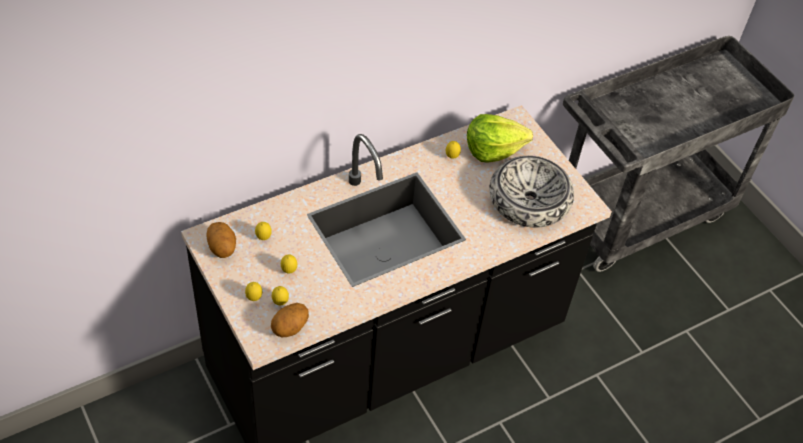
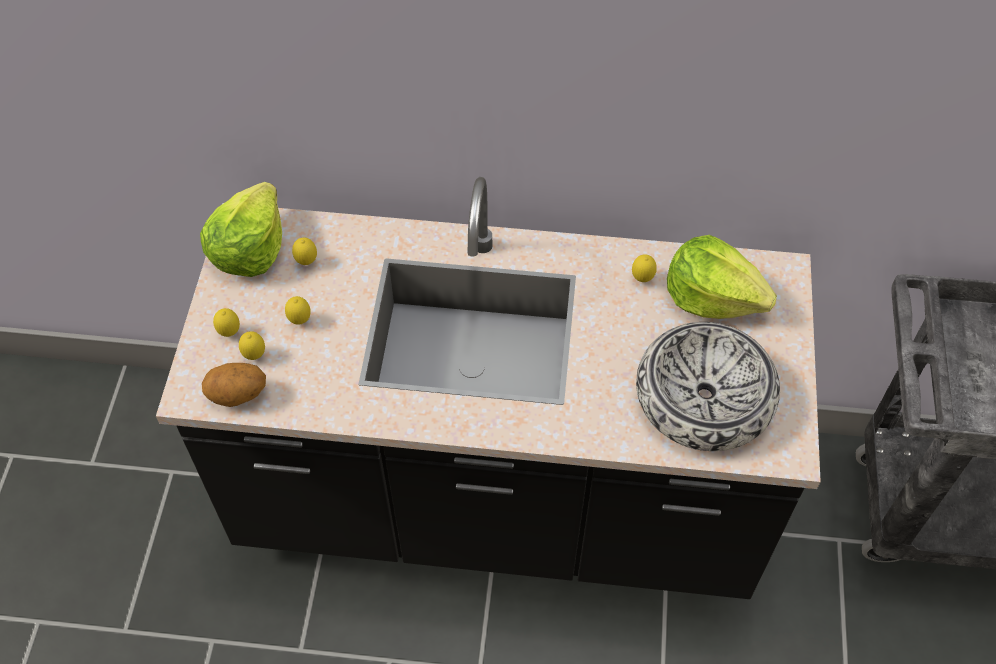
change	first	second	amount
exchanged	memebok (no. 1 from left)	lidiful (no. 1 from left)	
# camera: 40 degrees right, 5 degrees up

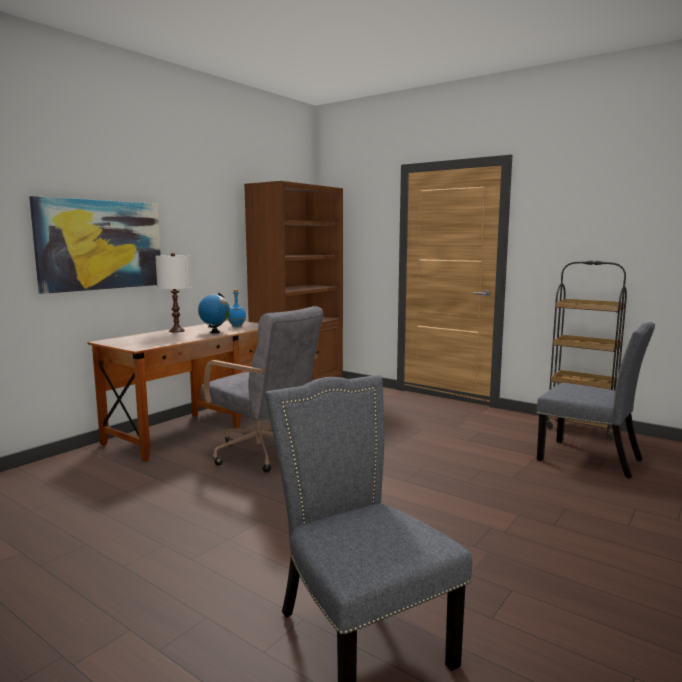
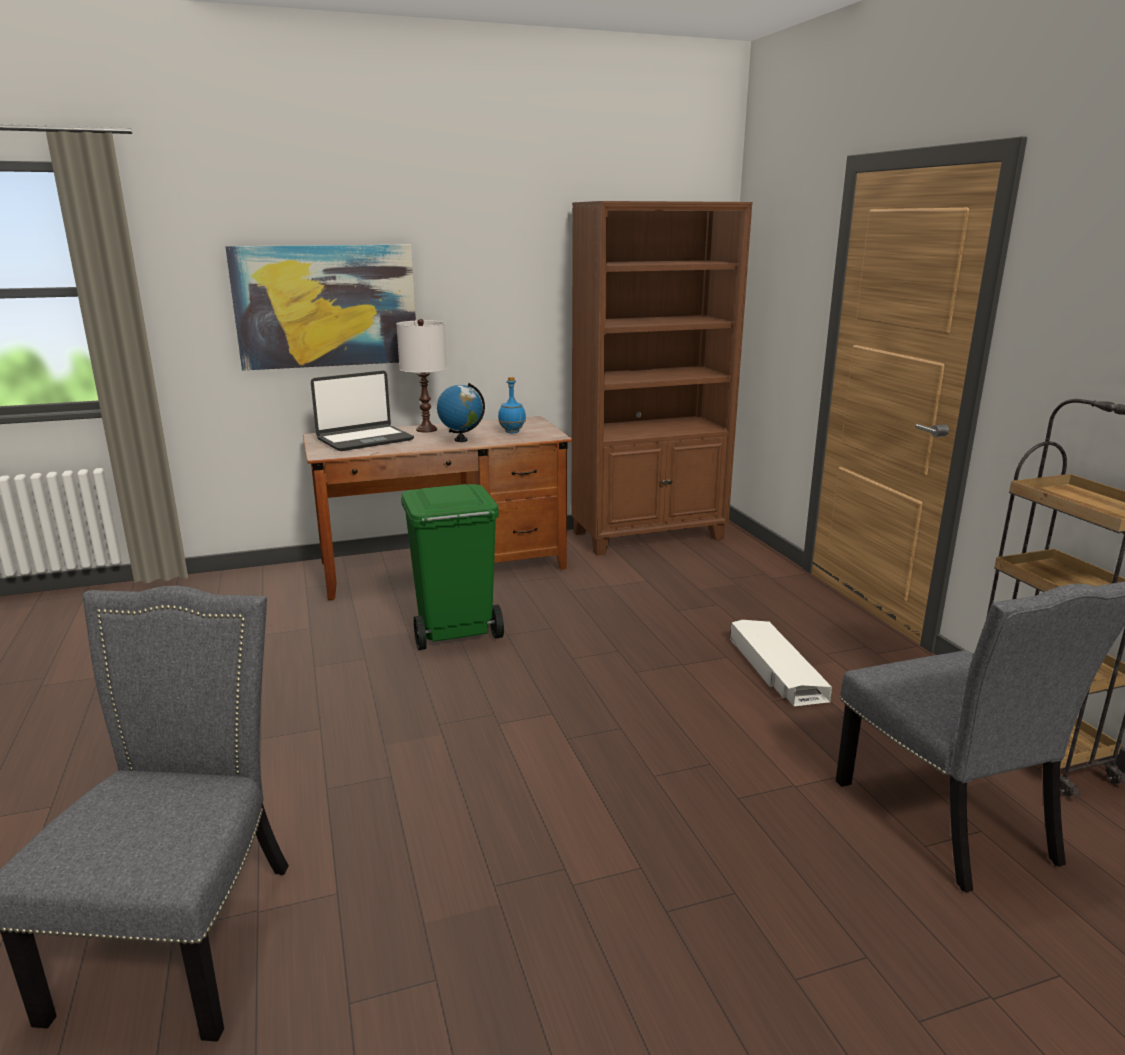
change	first	second	amount
exchanged	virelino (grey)	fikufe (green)	
appeared		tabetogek	
appeared		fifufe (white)	
# camera: 35 degrees right, 10 degrees up

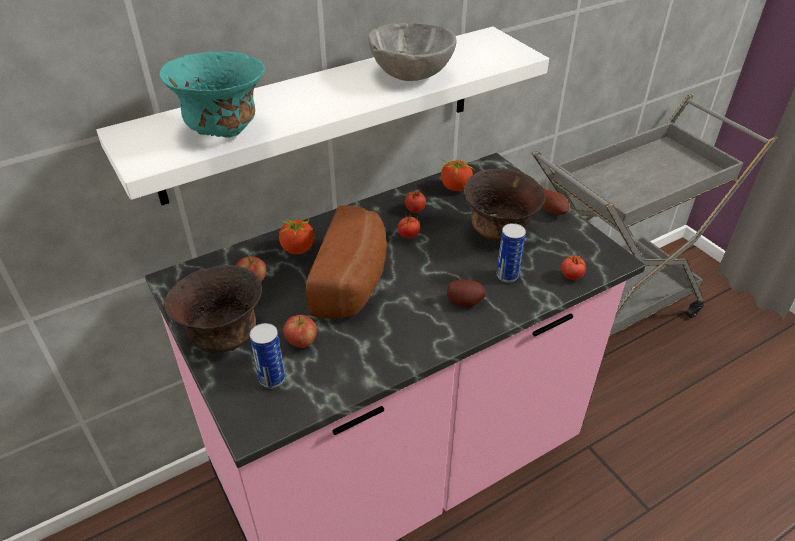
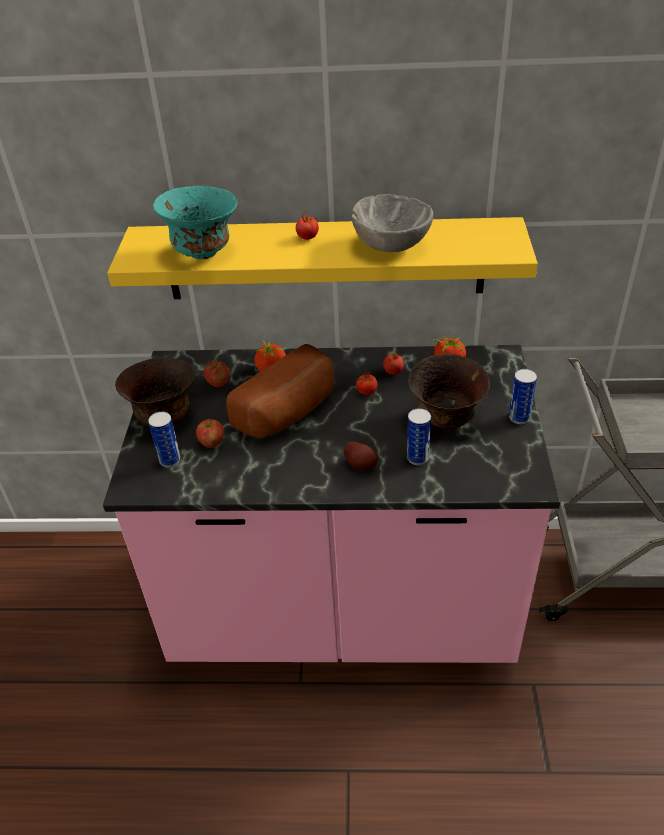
change	first	second	amount
colour	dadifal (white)	dadifal (yellow)	
exchanged	memebok (no. 2 from left)	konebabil (no. 3 from left)	
relocated	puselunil (no. 5 from left in the first image)	puselunil (no. 2 from left)	
# camera: 35 degrees right, 0 degrees up

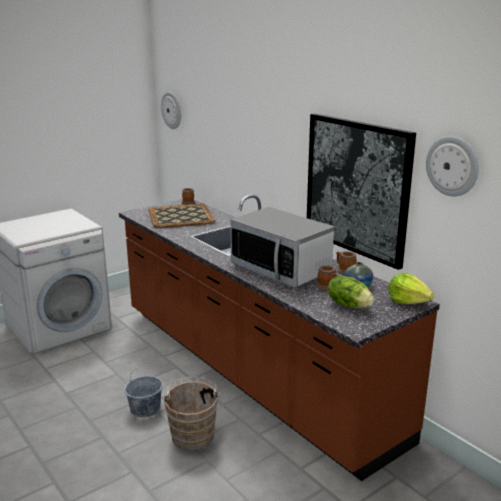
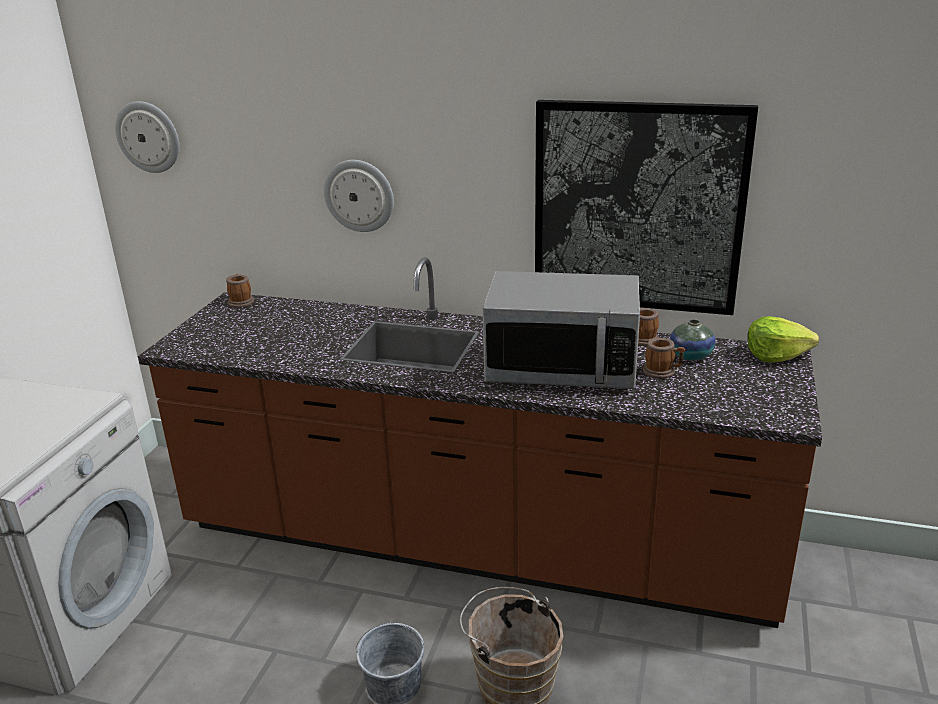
change	first	second	amount
relocated	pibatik (no. 2 from left)		
missing	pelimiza		
missing	lidiful (no. 1 from left)		
# camera: 35 degrees left, 5 degrees up

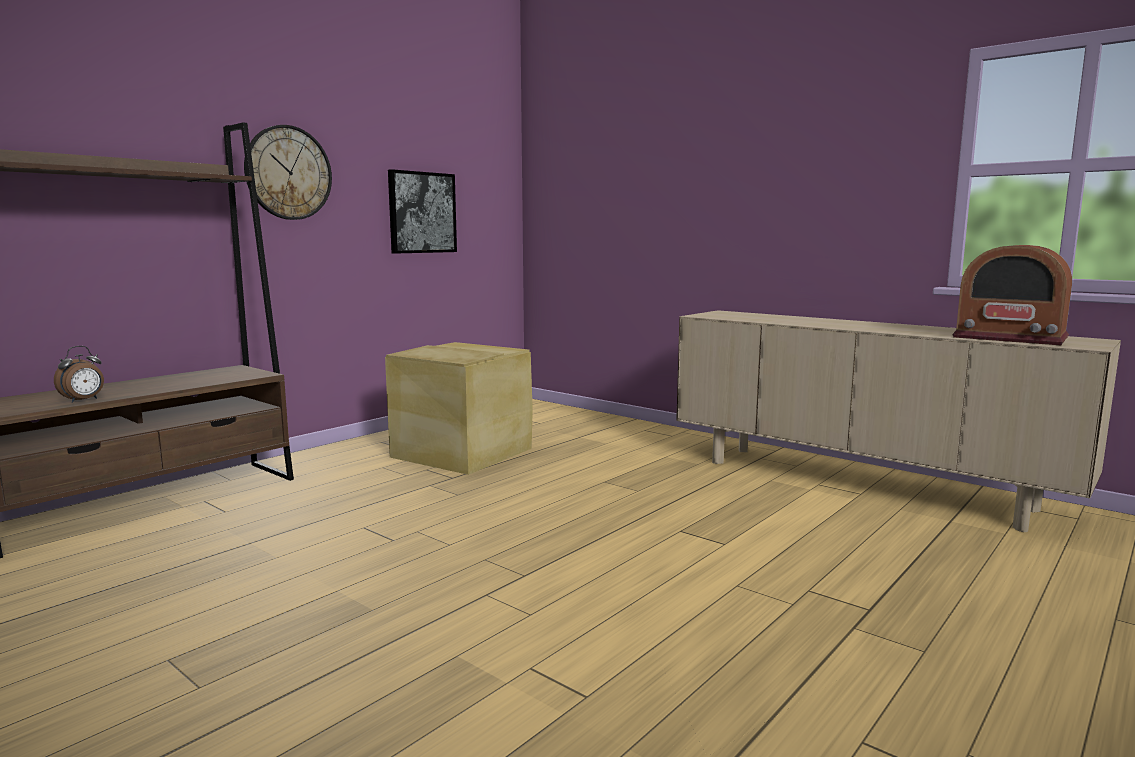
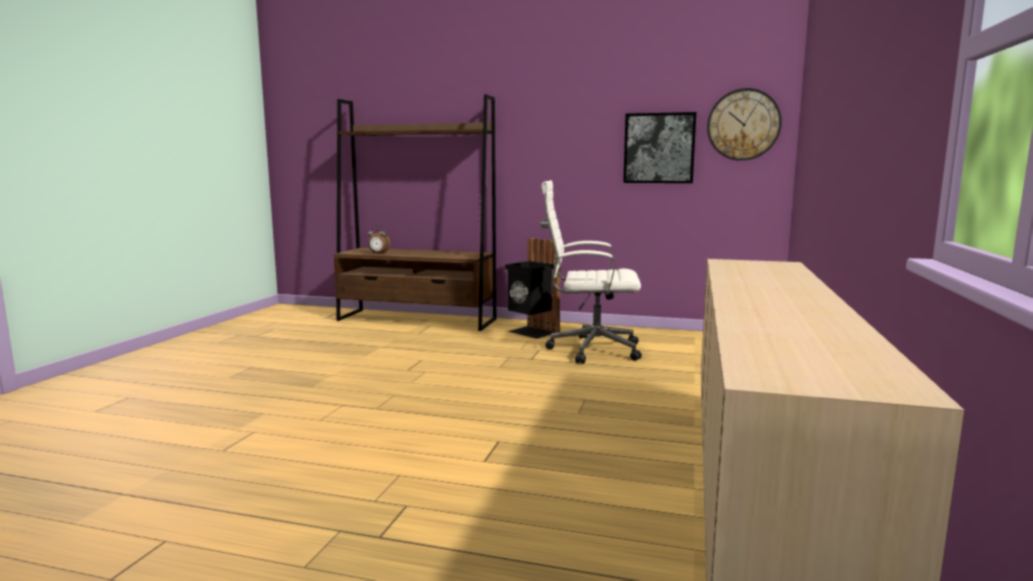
change	first	second	amount
relocated	pibatik		
missing	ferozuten		
exchanged	fifufe (beige)	virelino (white)	
appeared		fikufe (black)	
# camera: 65 degrees right, 0 degrees up

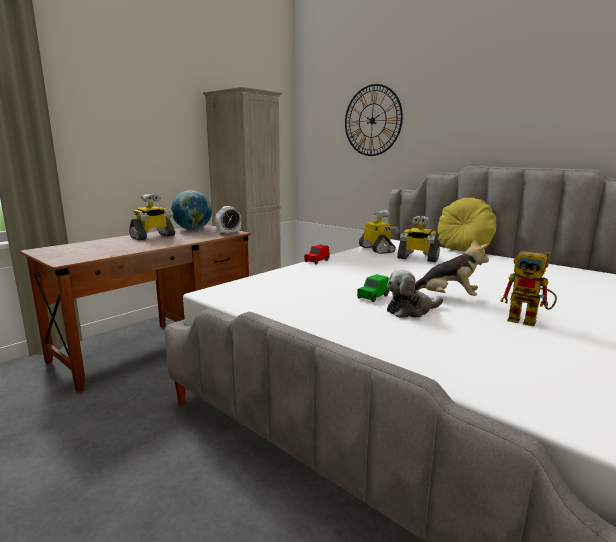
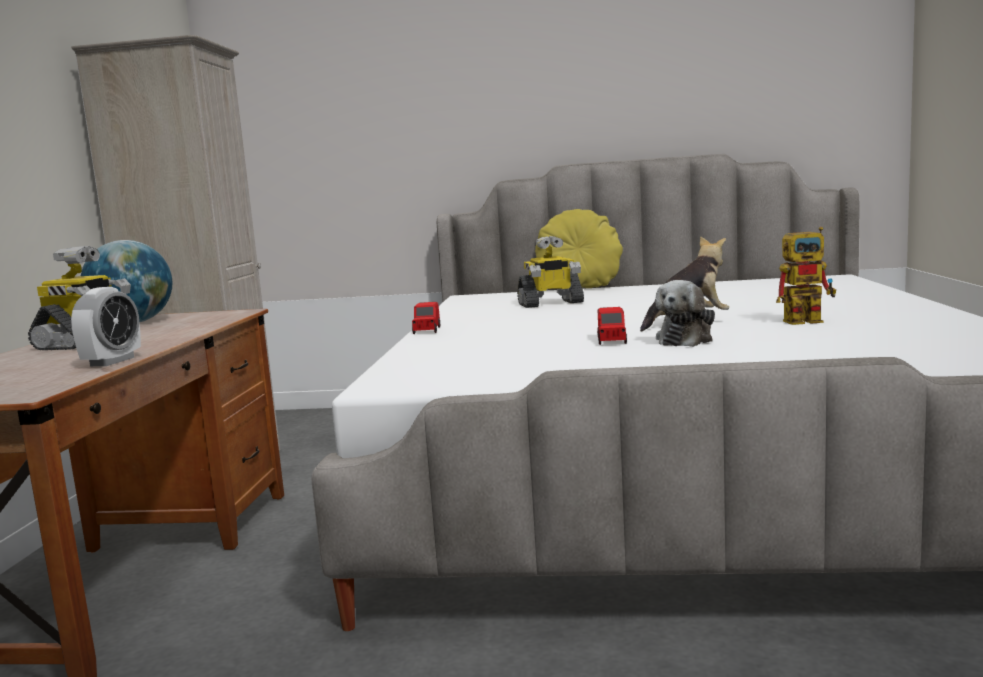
change	first	second	amount
missing	pibatik		
relocated	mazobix		
missing	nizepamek (no. 2 from left)		
colour	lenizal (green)	lenizal (red) (no. 2 from left)	
# camera: 35 degrees left, 5 degrees down

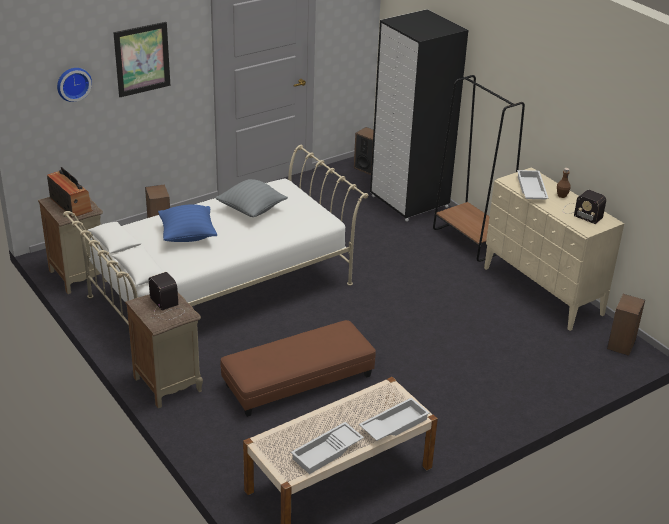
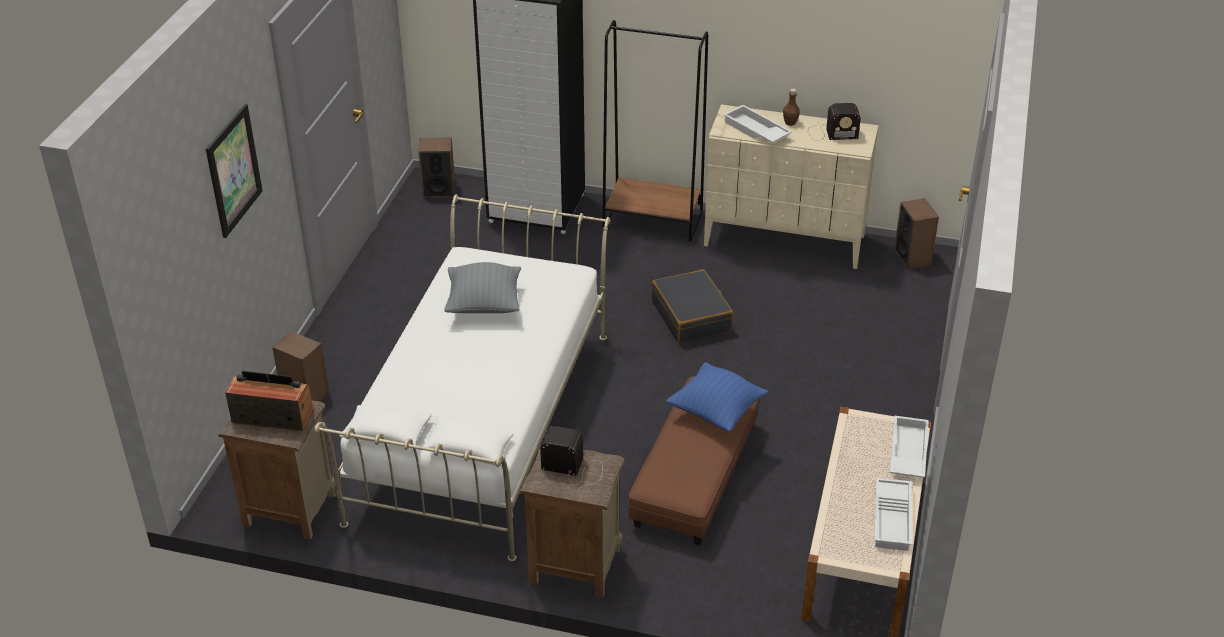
change	first	second	amount
missing	pibatik		
relocated	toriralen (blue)		
appeared		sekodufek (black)	
# camera: 40 degrees left, 5 degrees up

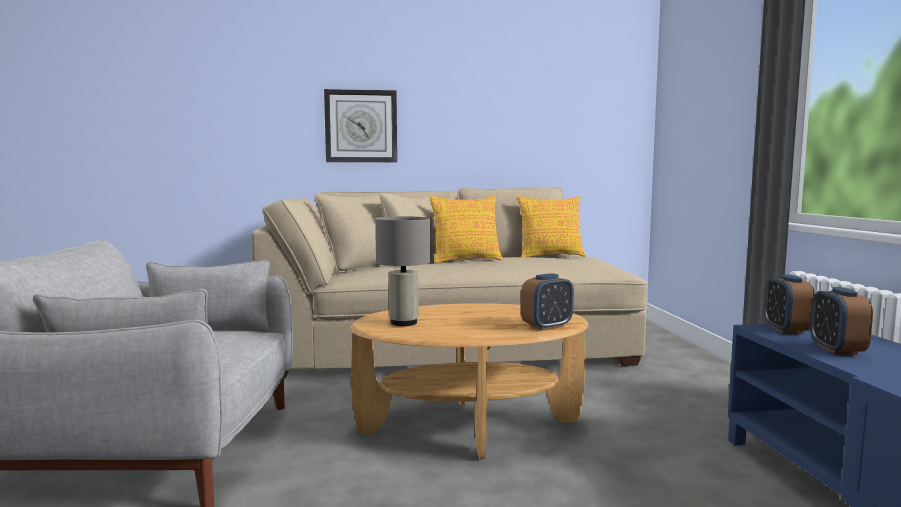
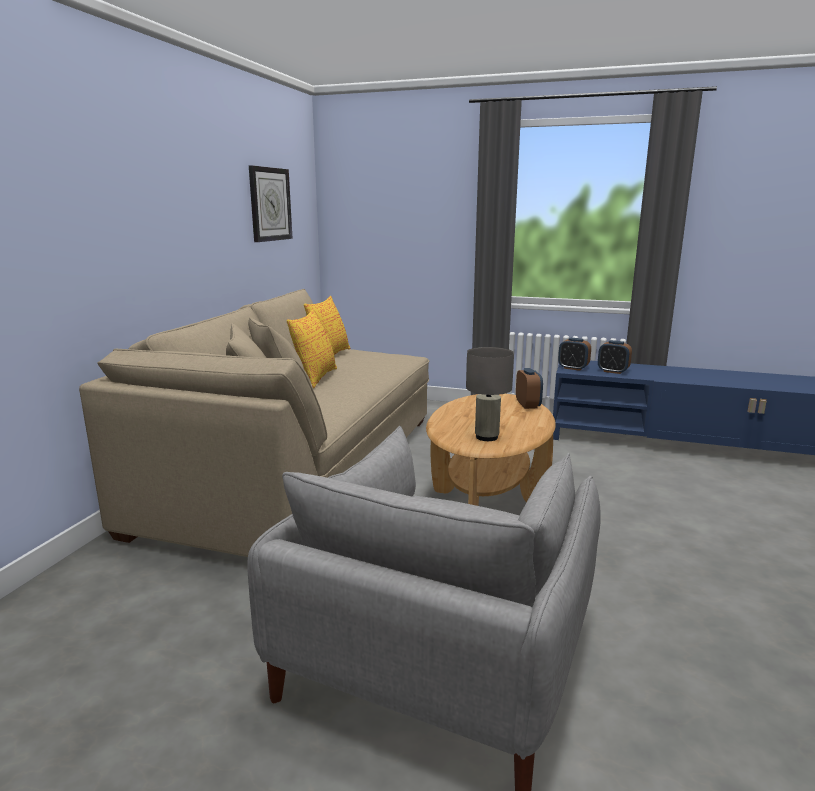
change	first	second	amount
relocated	pibatik		
# camera: 65 degrees left, 10 degrees up

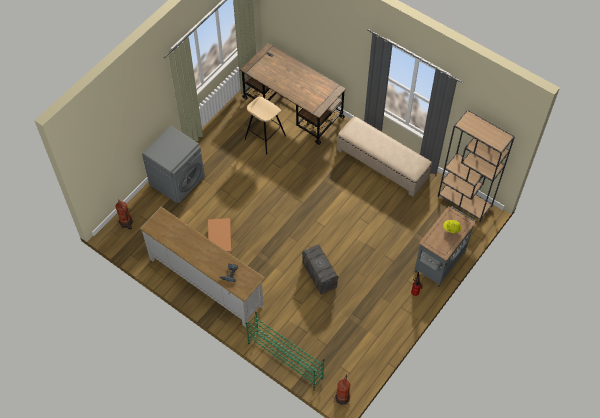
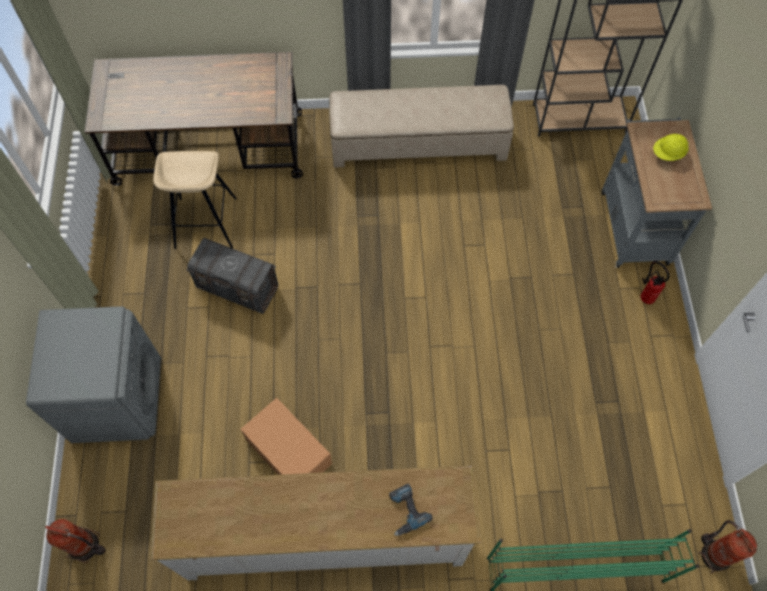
change	first	second	amount
relocated	fifufe (grey)		
# camera: 40 degrees left, 5 degrees up

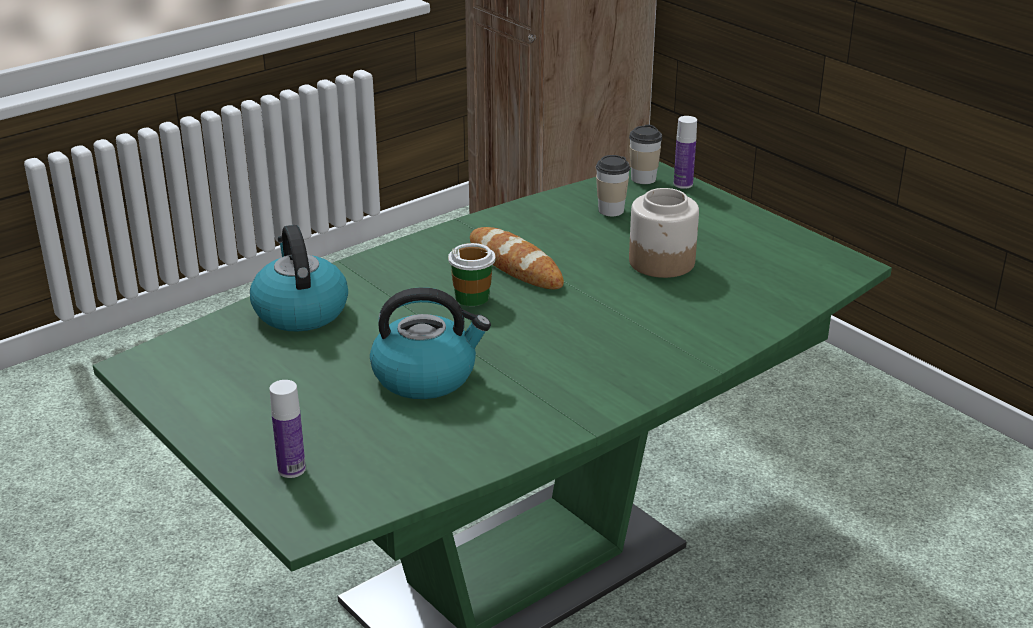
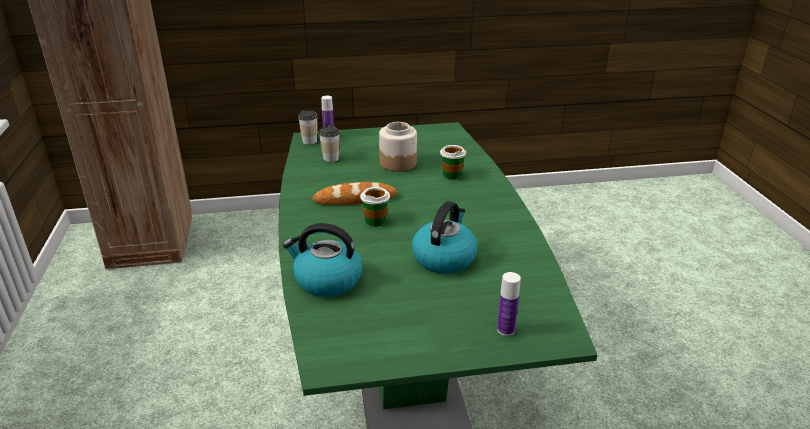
change	first	second	amount
appeared		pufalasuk (no. 4 from left)	
# camera: 60 degrees left, 0 degrees up

